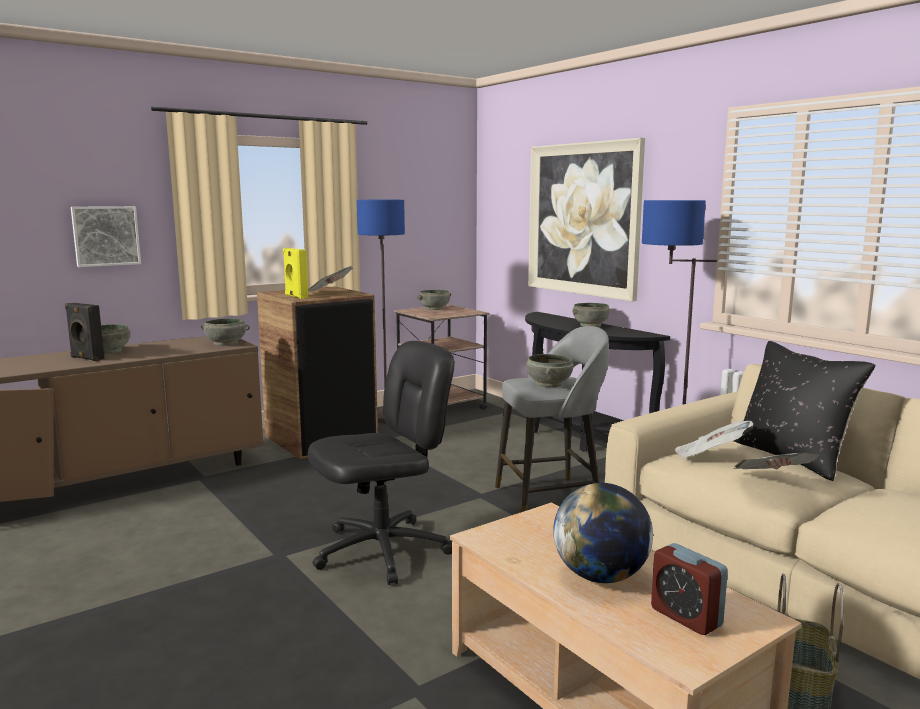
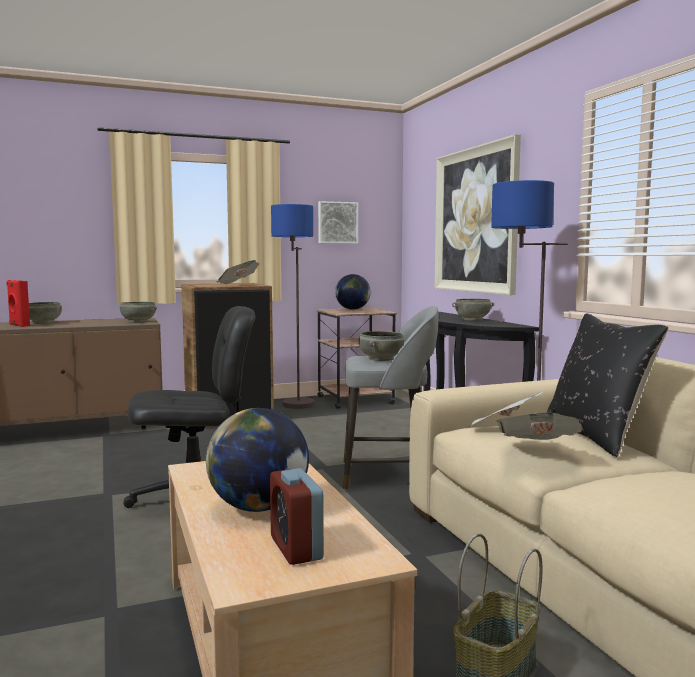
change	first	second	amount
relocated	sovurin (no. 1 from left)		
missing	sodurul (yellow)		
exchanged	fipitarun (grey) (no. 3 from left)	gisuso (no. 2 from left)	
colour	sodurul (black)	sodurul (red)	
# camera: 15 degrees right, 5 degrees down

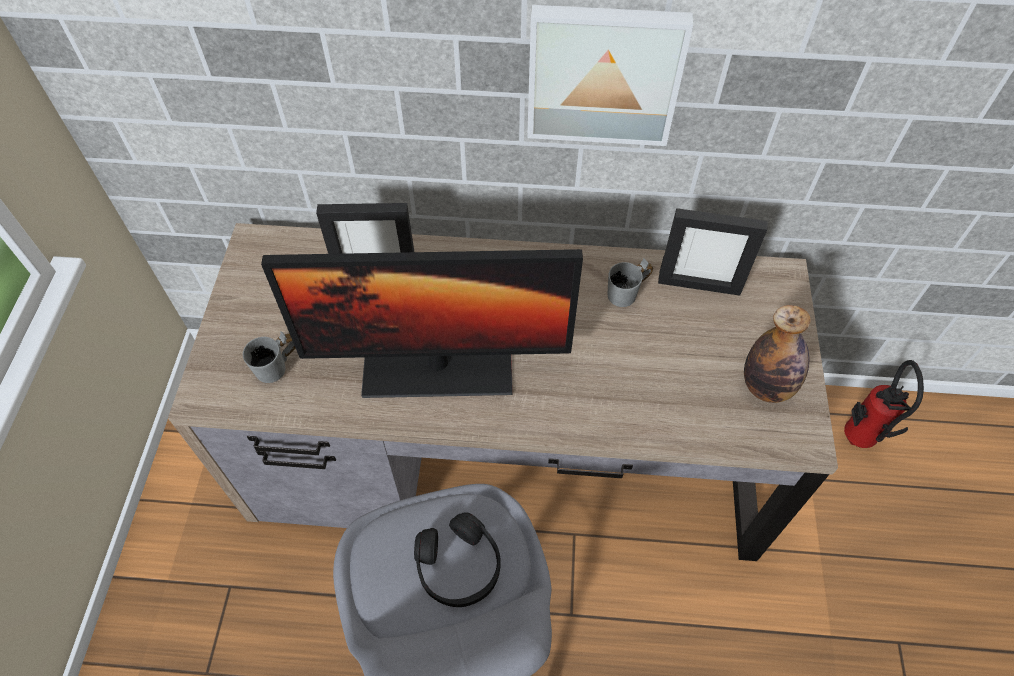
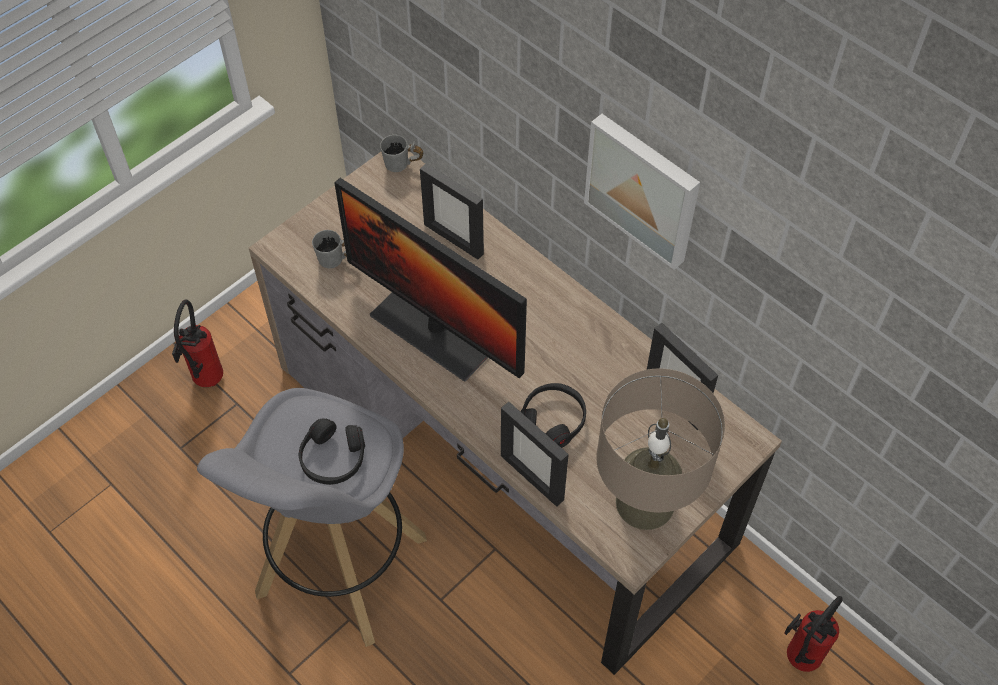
change	first	second	amount
relocated	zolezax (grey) (no. 2 from left)		
exchanged	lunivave	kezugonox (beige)	
appeared		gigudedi (no. 1 from left)	
appeared		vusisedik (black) (no. 2 from left)	
appeared		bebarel (no. 2 from left)	
# camera: 40 degrees right, 0 degrees up

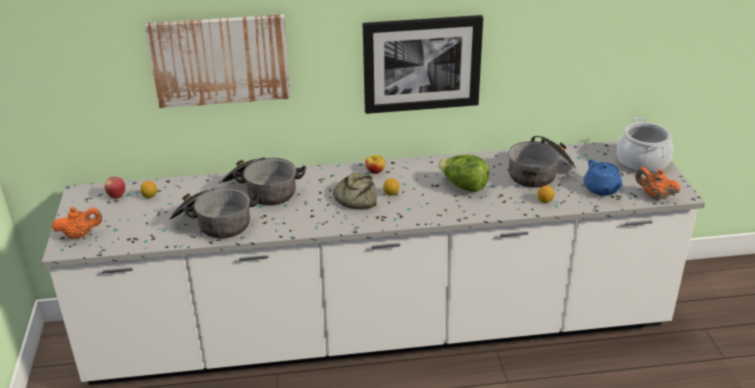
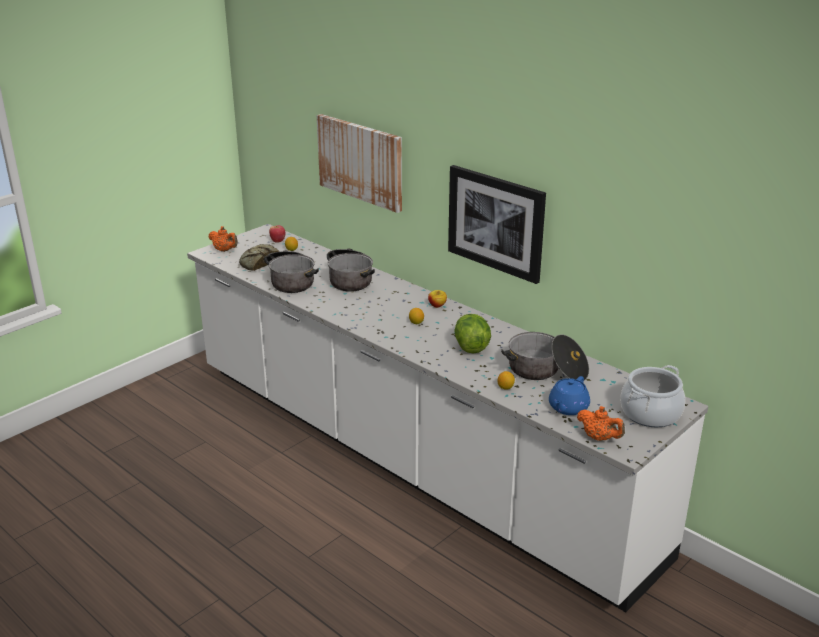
change	first	second	amount
spun	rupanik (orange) (no. 2 from left)		135 degrees clockwise
relocated	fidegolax		
# camera: 50 degrees right, 5 degrees down

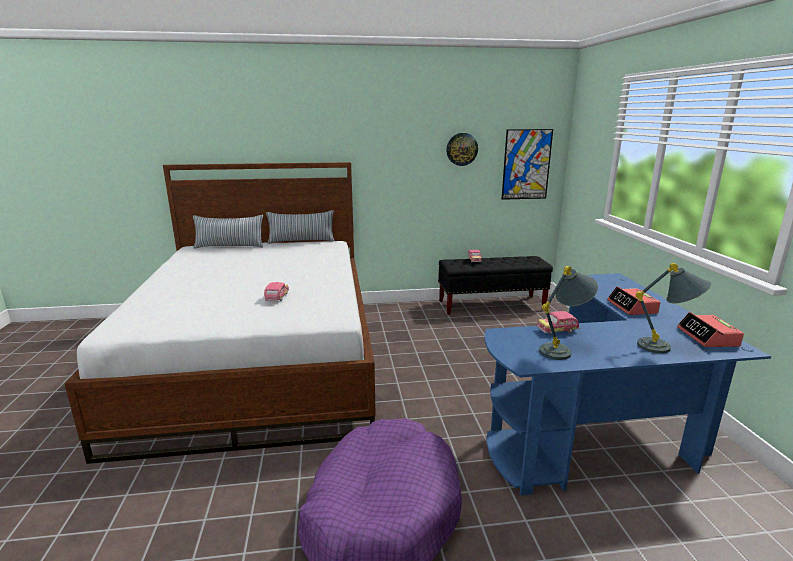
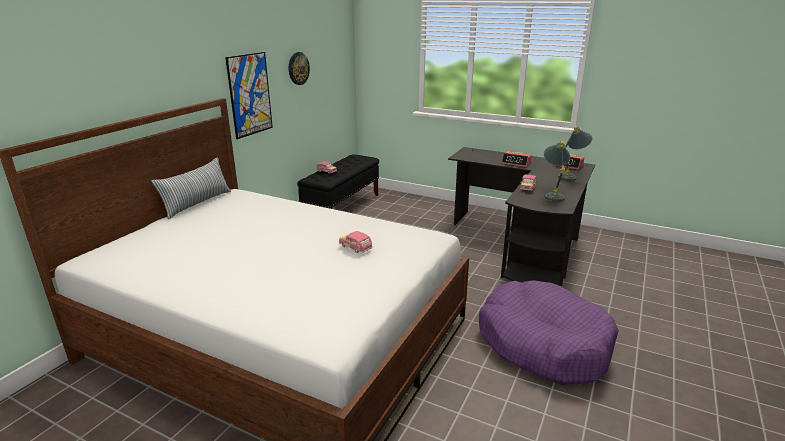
change	first	second	amount
relocated	sovurin		
missing	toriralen (no. 1 from left)		
colour	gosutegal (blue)	gosutegal (black)	
# camera: 55 degrees left, 5 degrees up

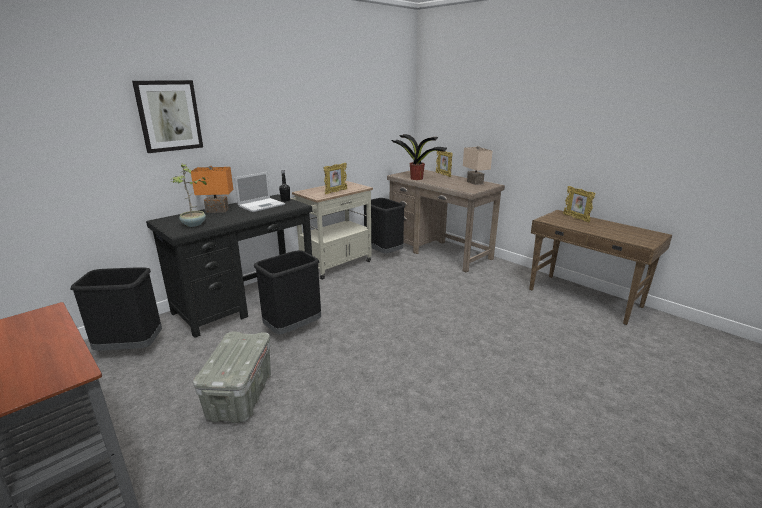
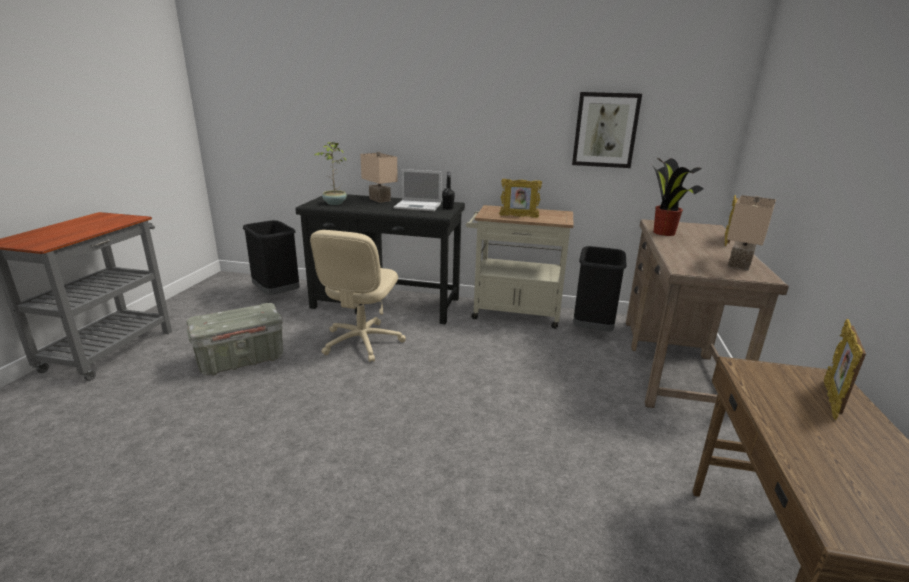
change	first	second	amount
relocated	sovurin		
colour	kezugonox (orange)	kezugonox (beige) (no. 1 from left)	
exchanged	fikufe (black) (no. 2 from left)	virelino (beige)	
# camera: 55 degrees right, 0 degrees up

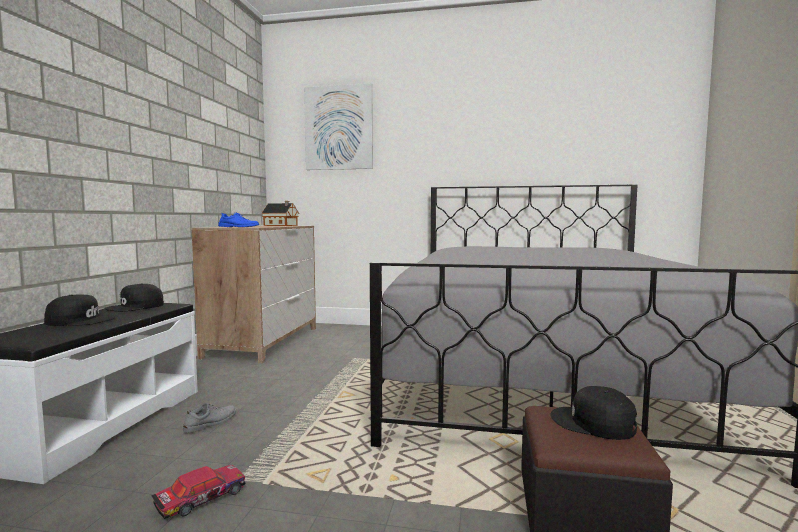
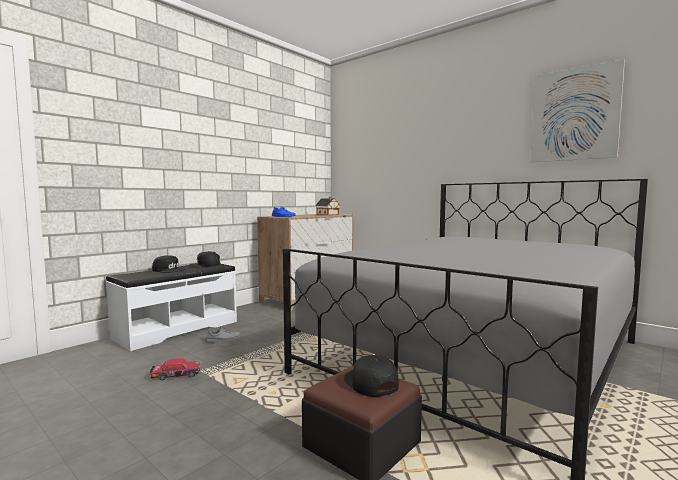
change	first	second	amount
relocated	sovurin		
# camera: 30 degrees right, 0 degrees up

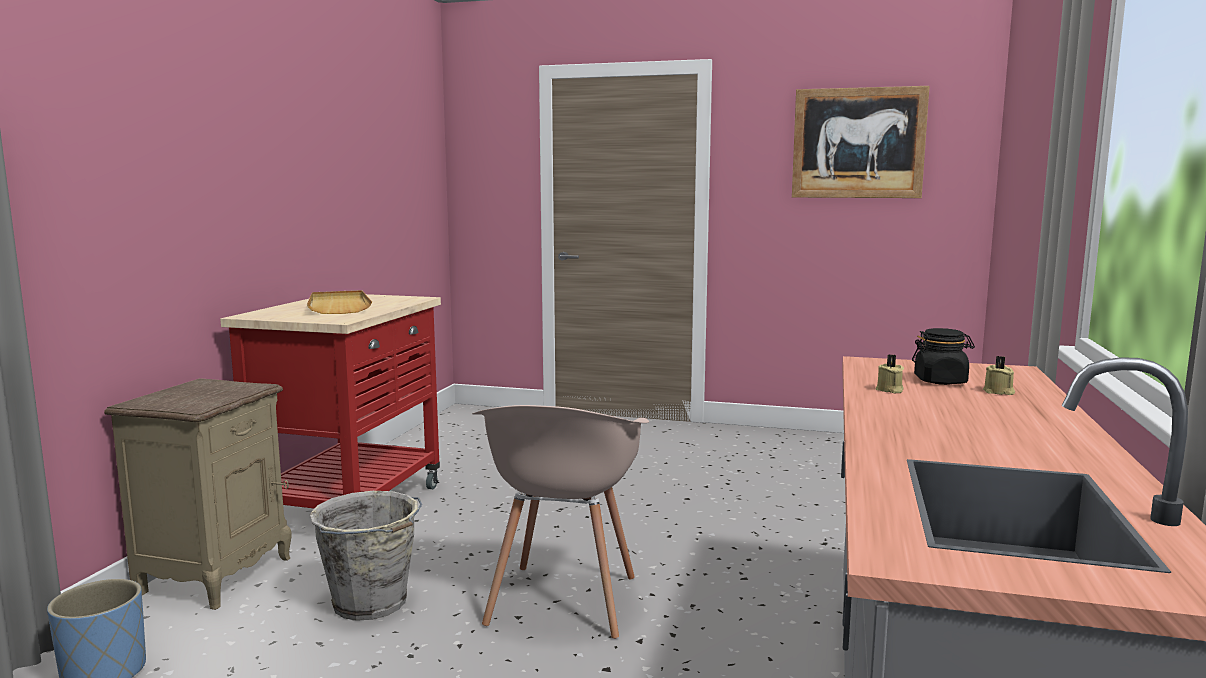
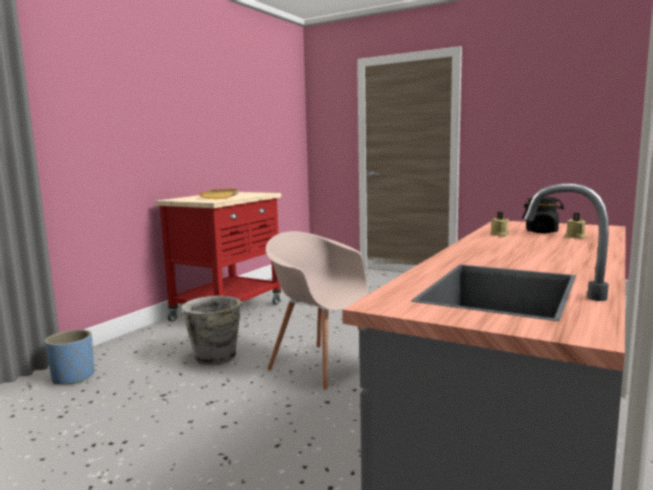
change	first	second	amount
missing	sovurin		
missing	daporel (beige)		
spun	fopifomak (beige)		105 degrees clockwise
# camera: 15 degrees right, 0 degrees up

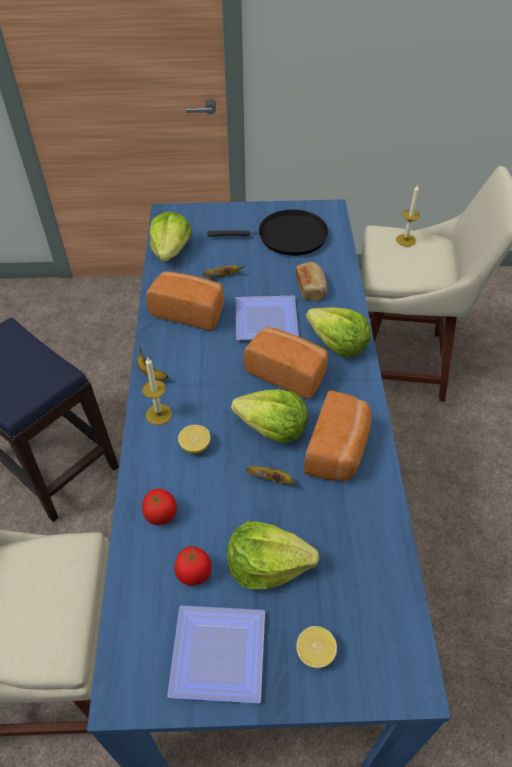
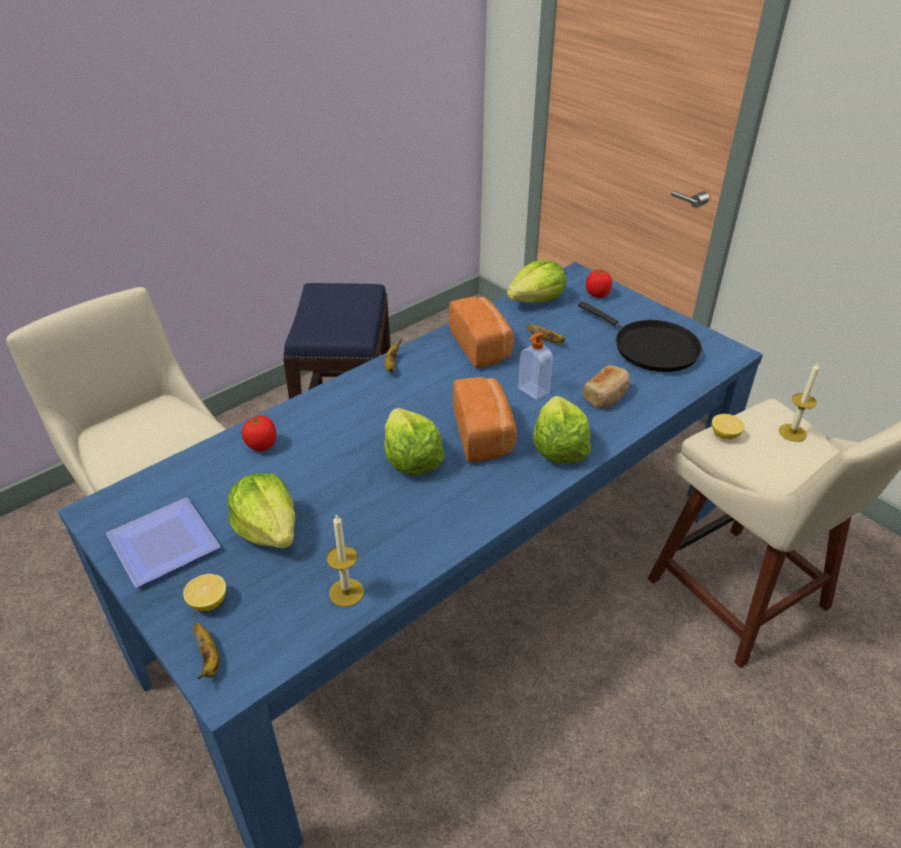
change	first	second	amount
exchanged	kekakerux (no. 2 from left)	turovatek	
relocated	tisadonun (no. 1 from left)		
missing	fidegolax (no. 4 from left)		
relocated	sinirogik (no. 1 from left in the first image)	sinirogik (no. 2 from left)	
relocated	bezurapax (no. 3 from left in the first image)	bezurapax (no. 1 from left)	
relocated	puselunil (no. 2 from left)		
# camera: 50 degrees right, 10 degrees down

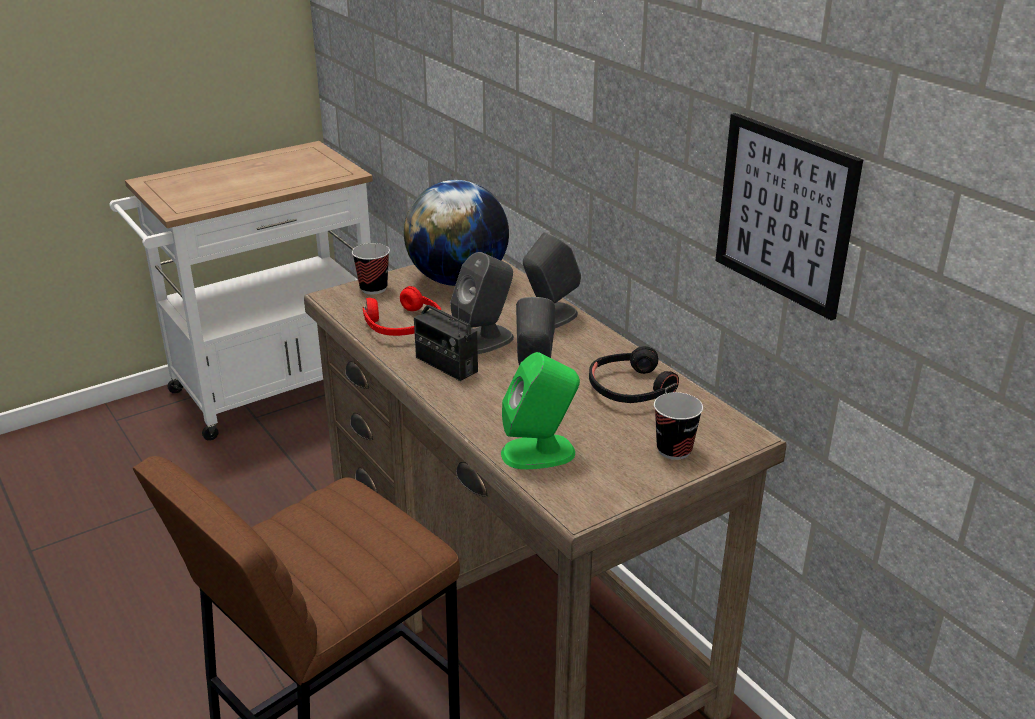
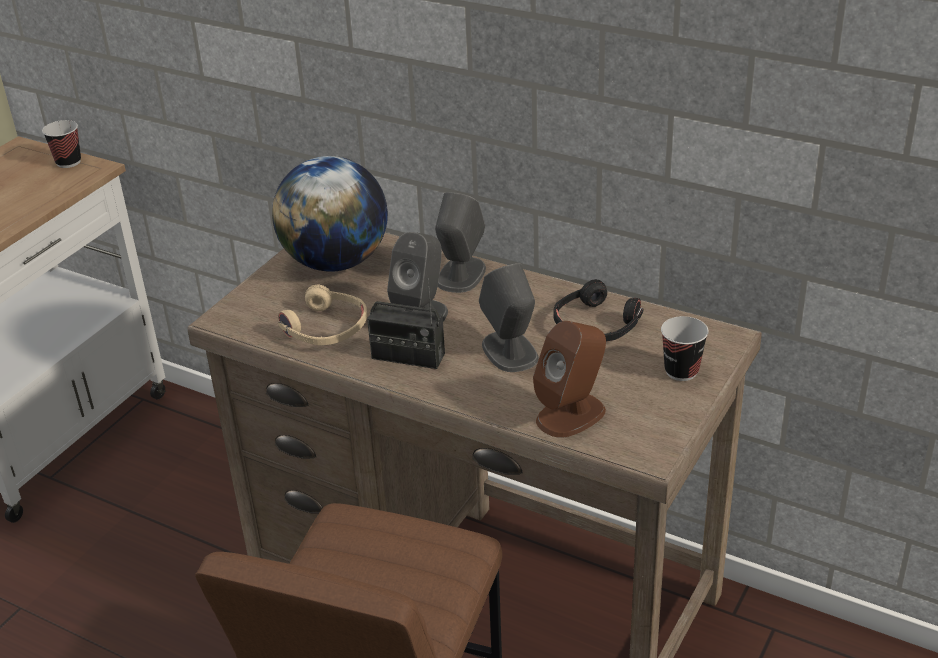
change	first	second	amount
missing	sovurin		
relocated	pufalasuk (no. 1 from left)		
colour	vusisedik (red)	vusisedik (beige)	
colour	sodurul (green)	sodurul (brown)	
# camera: 25 degrees left, 5 degrees up

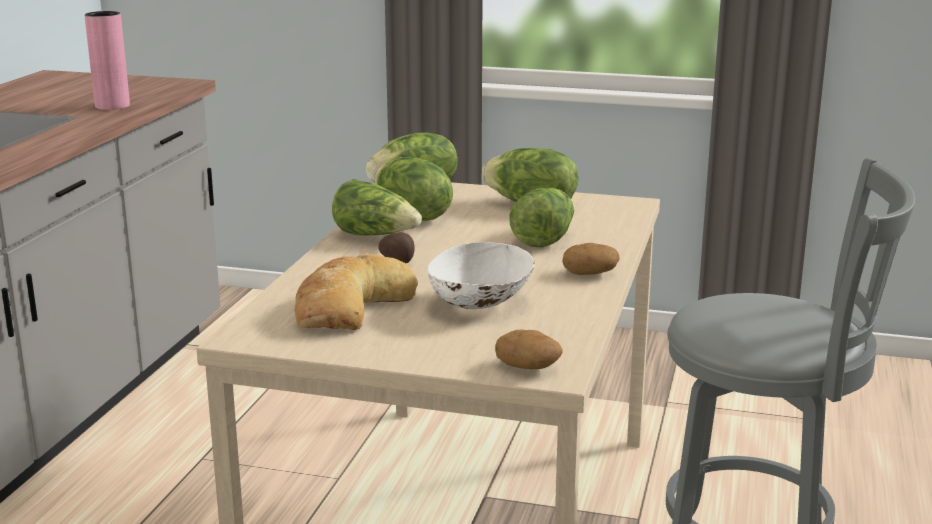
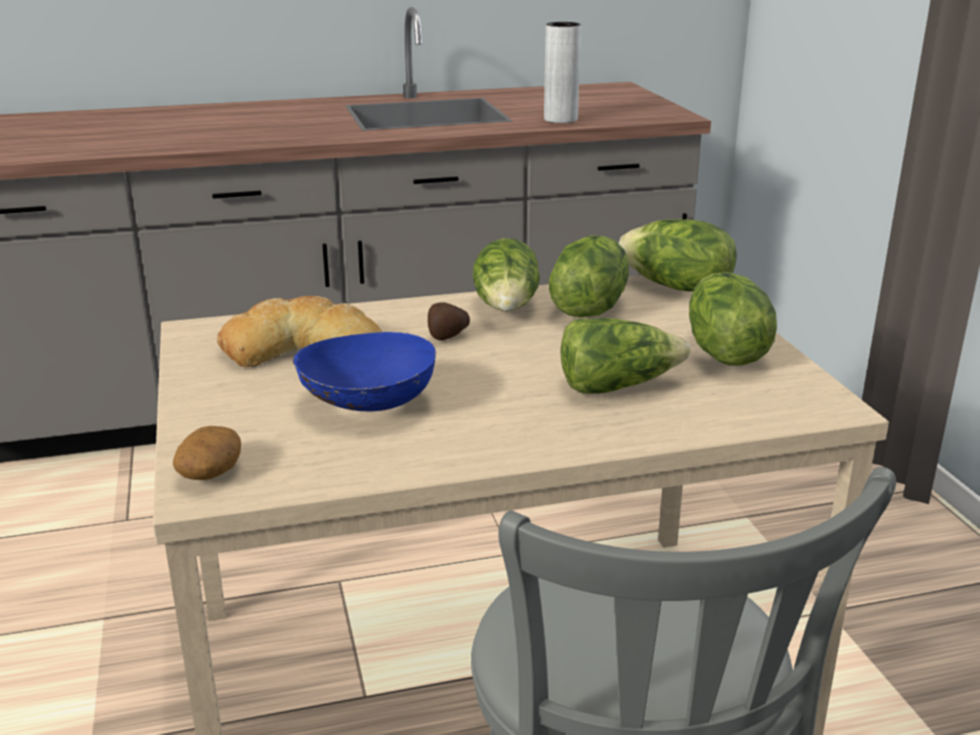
change	first	second	amount
colour	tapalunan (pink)	tapalunan (grey)	
colour	fipitarun (white)	fipitarun (blue)	
missing	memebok (no. 3 from left)		
# camera: 60 degrees right, 5 degrees up

